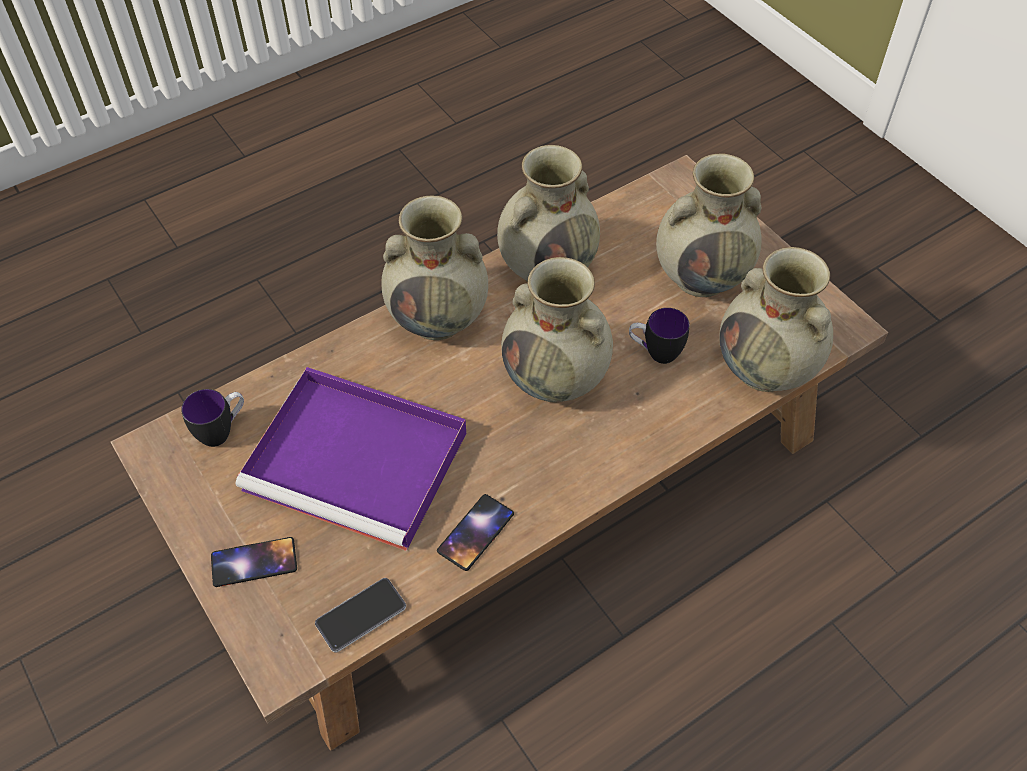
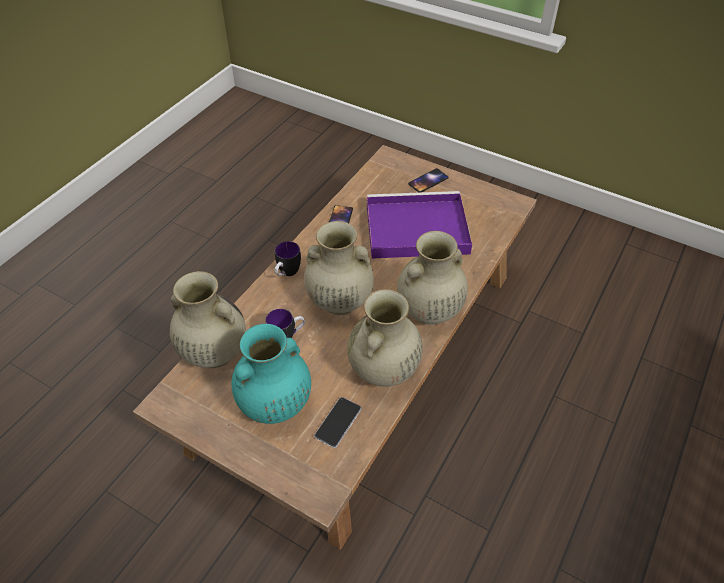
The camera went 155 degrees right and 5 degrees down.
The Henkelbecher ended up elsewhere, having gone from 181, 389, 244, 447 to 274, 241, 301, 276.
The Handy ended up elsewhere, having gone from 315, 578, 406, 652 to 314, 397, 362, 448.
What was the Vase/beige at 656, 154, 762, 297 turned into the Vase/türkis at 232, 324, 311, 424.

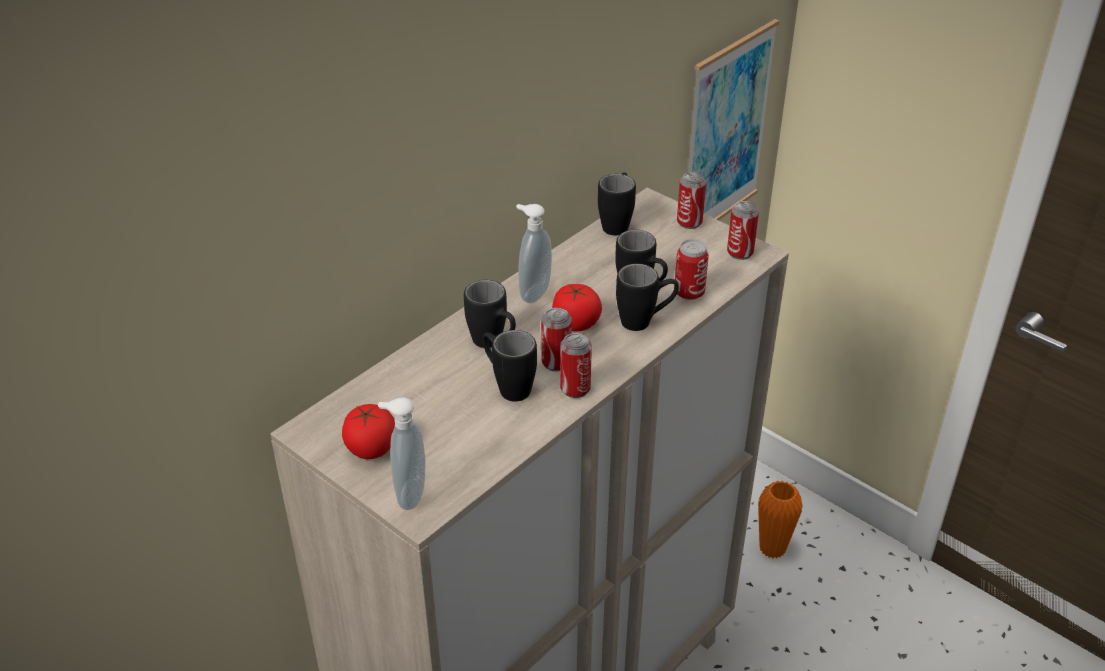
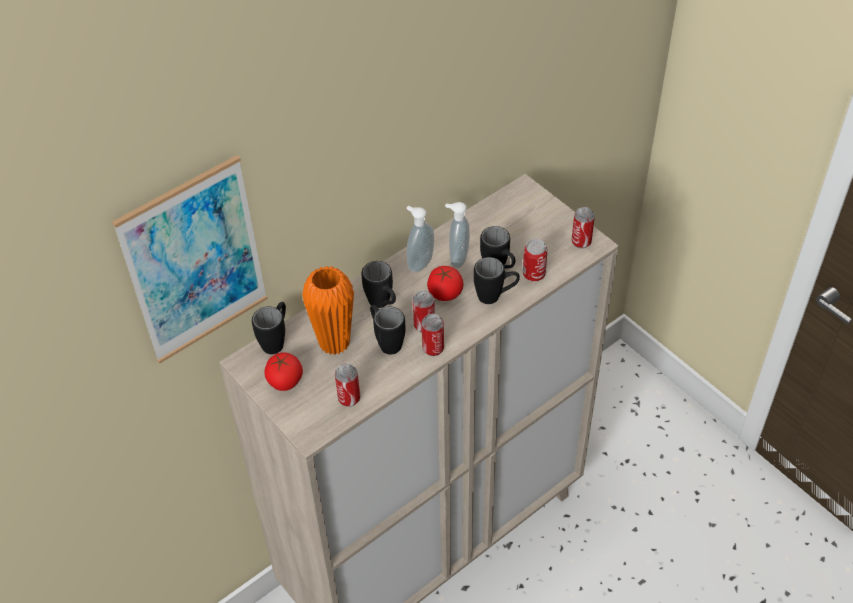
The camera went 10 degrees right and 10 degrees up.
The Seifenspender ended up elsewhere, having gone from 378, 397, 425, 510 to 445, 202, 470, 268.
The Henkelbecher/schwarz ended up elsewhere, having gone from 598, 172, 636, 236 to 252, 302, 286, 354.
The Dose ended up elsewhere, having gone from 677, 172, 706, 229 to 335, 364, 360, 407.
The Bild ended up elsewhere, having gone from 688, 19, 779, 220 to 112, 155, 268, 363.
The Vase/orange ended up elsewhere, having gone from 758, 481, 803, 558 to 302, 266, 354, 355.

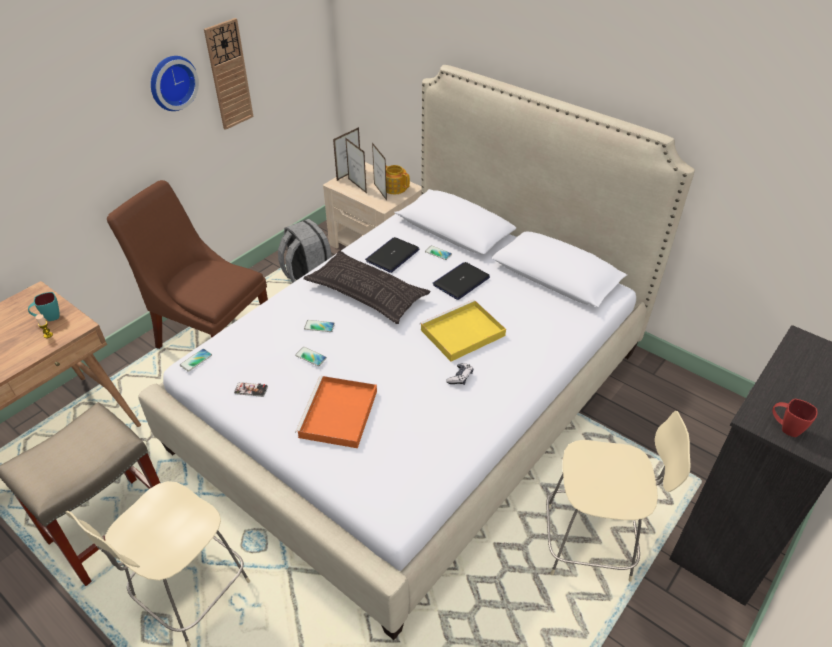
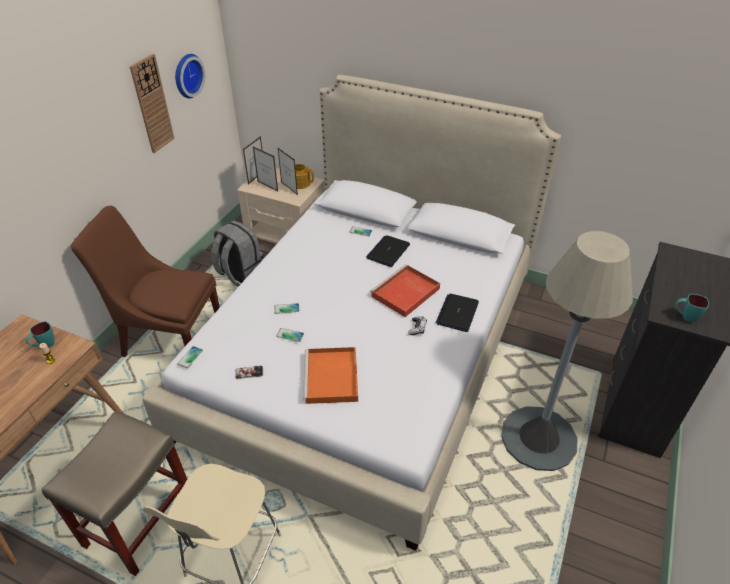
The camera went 15 degrees left and 0 degrees up.
The second view lost the Kissen at 303, 251, 431, 324.
The Wanduhr ended up elsewhere, having gone from 151, 56, 199, 111 to 175, 54, 205, 98.
The Laptop ended up elsewhere, having gone from 365, 237, 420, 273 to 436, 294, 479, 332.
Where the Stuhl/beige stood at 546, 411, 691, 582, the Stehlampe/grau came to stand at 501, 231, 633, 471.
What was the Tablett/gelb at 420, 299, 506, 361 turned into the Tablett/rot at 370, 264, 440, 317.
What was the Henkelbecher/rot at 772, 399, 818, 437 turned into the Henkelbecher/türkis at 675, 294, 709, 322.

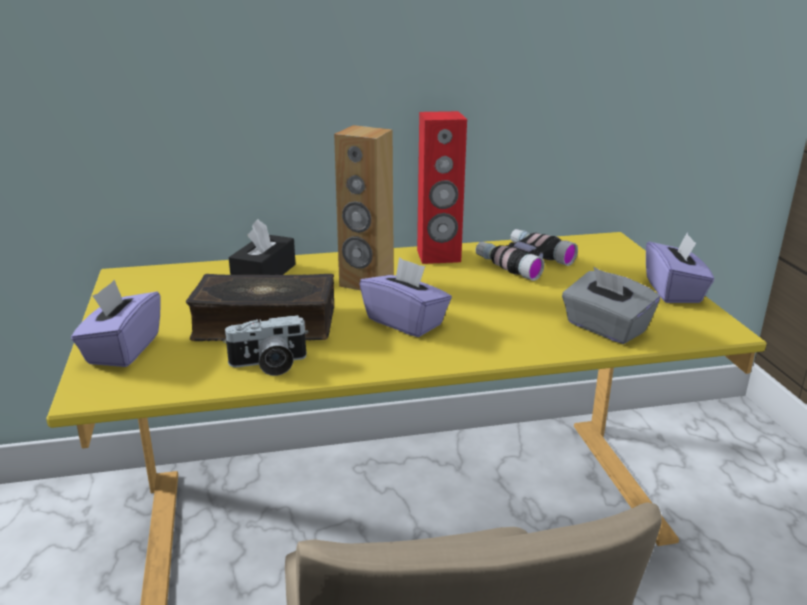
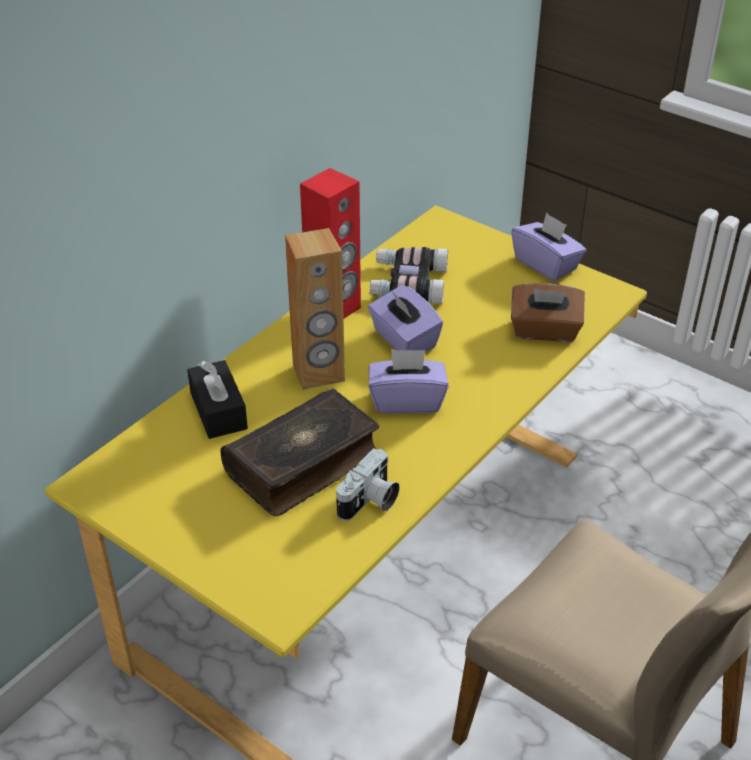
The camera went 40 degrees left and 15 degrees up.
The Taschentuchbox/lila ended up elsewhere, having gone from 71, 280, 161, 367 to 368, 285, 443, 352.
What was the Taschentuchbox/grau at 562, 267, 660, 344 turned into the Taschentuchbox/braun at 511, 283, 585, 342.

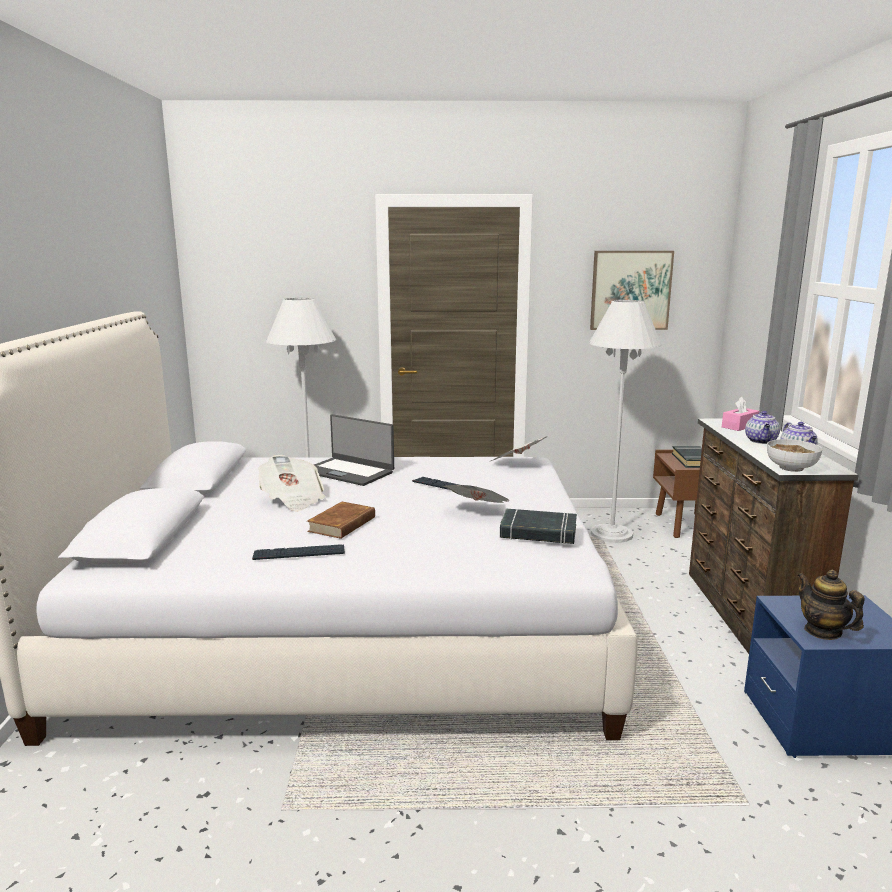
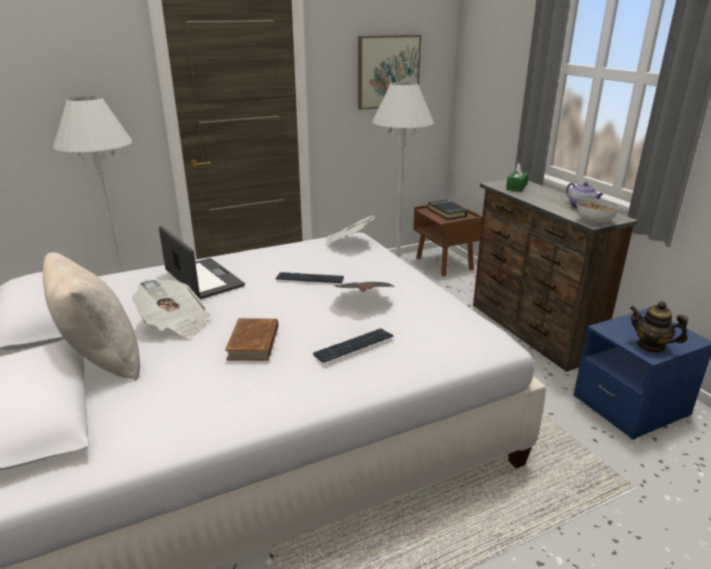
The camera went 25 degrees left and 10 degrees up.
The second view lost the Buch/schwarz at 500, 509, 577, 544.
The second view lost the Teekanne at 745, 411, 780, 444.
The second view gained the Kissen/beige at 43, 252, 140, 381.
The Tastatur ended up elsewhere, having gone from 252, 544, 345, 560 to 313, 328, 394, 363.
What was the Taschentuchbox/rosa at 722, 397, 760, 431 turned into the Taschentuchbox/grün at 506, 163, 529, 192.
The Laptop at 314, 414, 394, 486 ended up facing another way, 135 degrees counterclockwise from before.

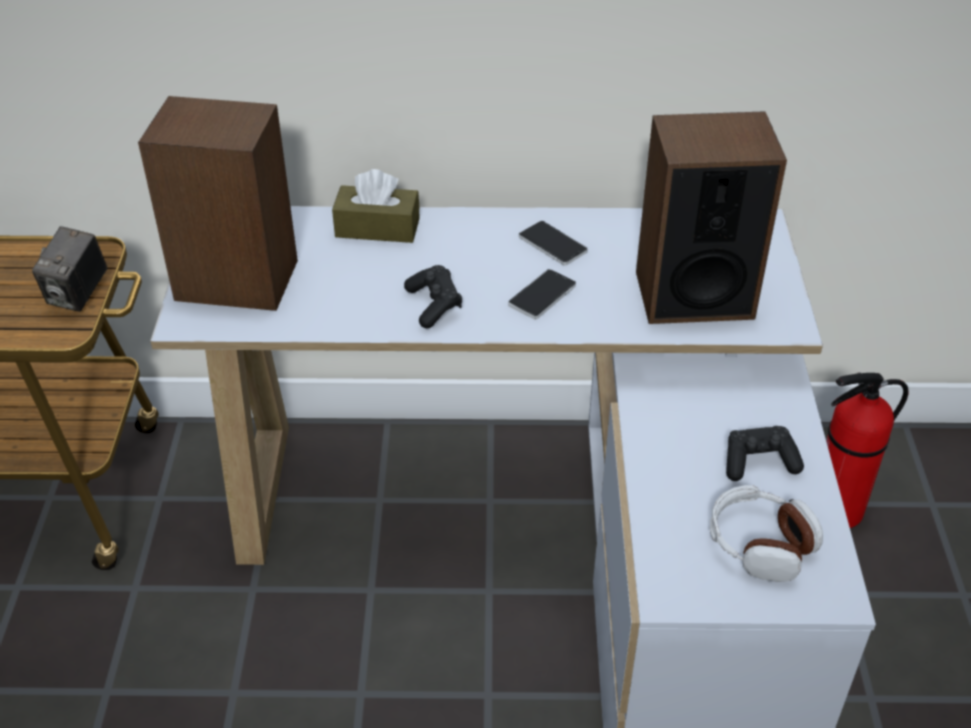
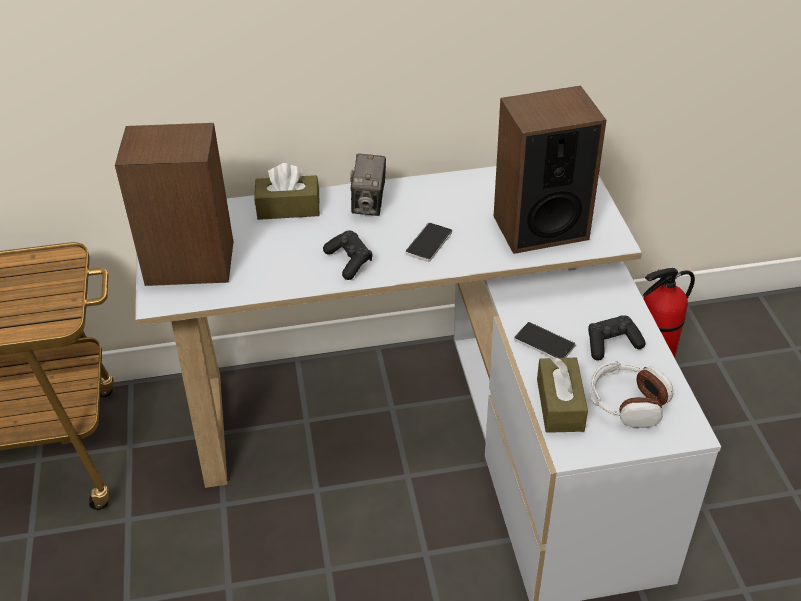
The camera went 10 degrees left and 0 degrees up.
The second view gained the Taschentuchbox/braun at 537, 357, 588, 433.
The Kamera ended up elsewhere, having gone from 32, 226, 107, 312 to 350, 154, 386, 216.
The Handy ended up elsewhere, having gone from 519, 221, 587, 266 to 514, 322, 575, 358.

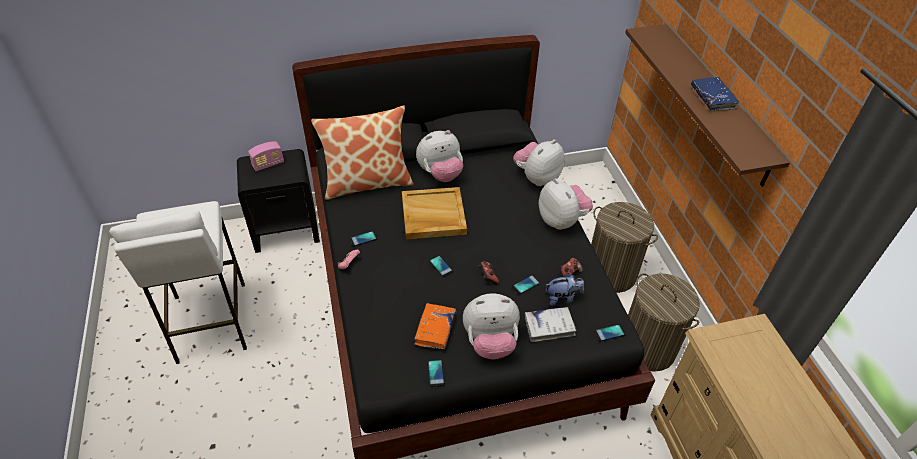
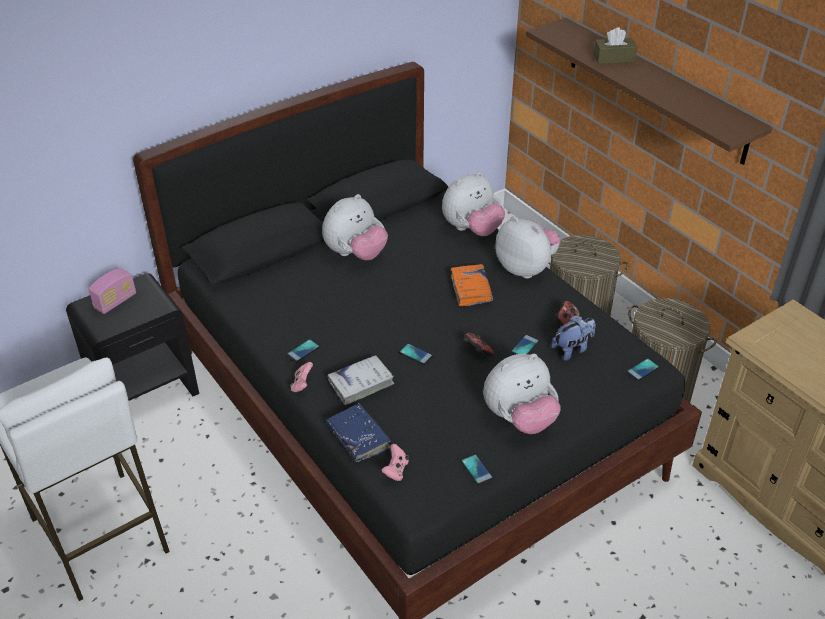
The camera went 20 degrees left and 5 degrees down.
The second view lost the Kissen at 311, 106, 414, 200.
The second view lost the Tablett/beige at 402, 187, 467, 239.
The second view gained the Gamepad/rosa at 381, 444, 409, 481.
The second view gained the Taschentuchbox/braun at 593, 27, 637, 64.
The Buch/orange ended up elsewhere, having gone from 414, 303, 456, 349 to 451, 264, 493, 306.
The Buch/weiß ended up elsewhere, having gone from 525, 307, 577, 342 to 327, 355, 394, 405.
The Buch/blau ended up elsewhere, having gone from 691, 77, 739, 111 to 326, 403, 391, 462.
The Plüschtier at 513, 140, 565, 186 ended up facing another way, 150 degrees counterclockwise from before.

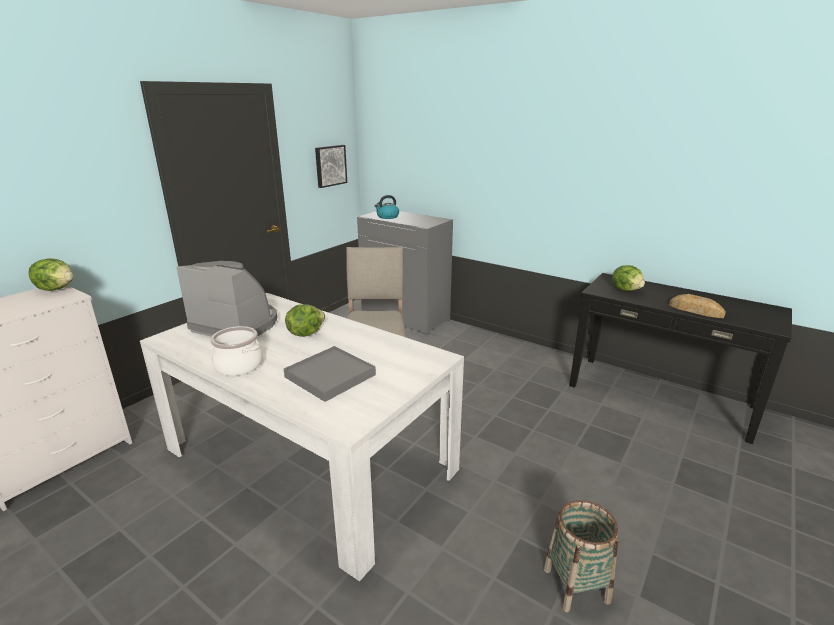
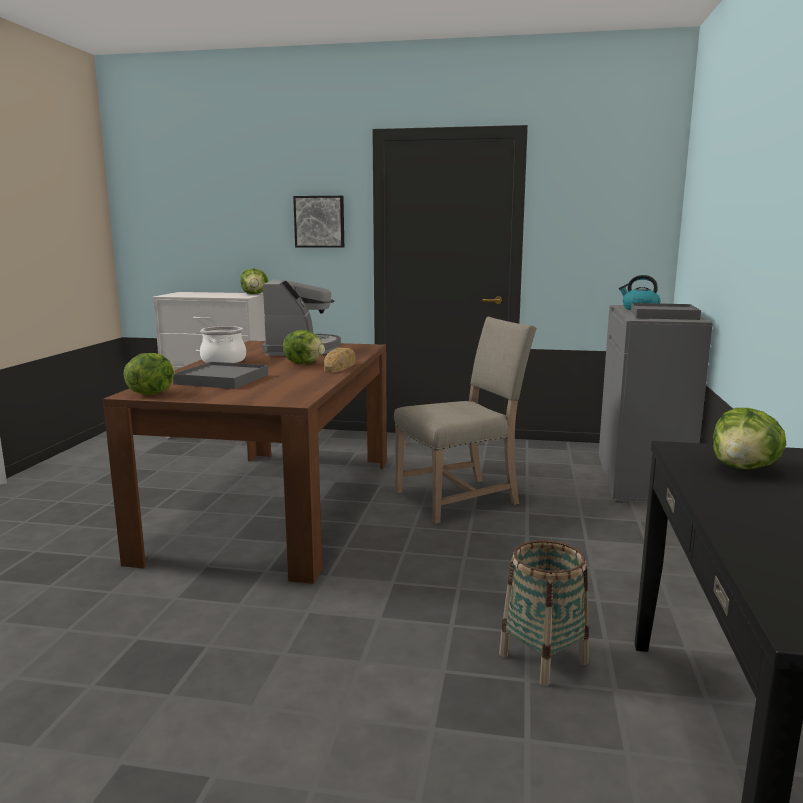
The camera went 65 degrees right and 10 degrees down.
The second view gained the Salatkopf at 124, 353, 175, 395.
The second view gained the Tablett/grau at 631, 303, 701, 320.
The Bild ended up elsewhere, having gone from 315, 145, 347, 188 to 293, 196, 344, 248.
The Korb ended up elsewhere, having gone from 544, 500, 619, 613 to 499, 540, 589, 686.
The Brot ended up elsewhere, having gone from 669, 294, 726, 318 to 324, 348, 355, 373.
What was the Esstisch/weiß at 140, 293, 464, 582 turned into the Esstisch/braun at 103, 341, 387, 584.

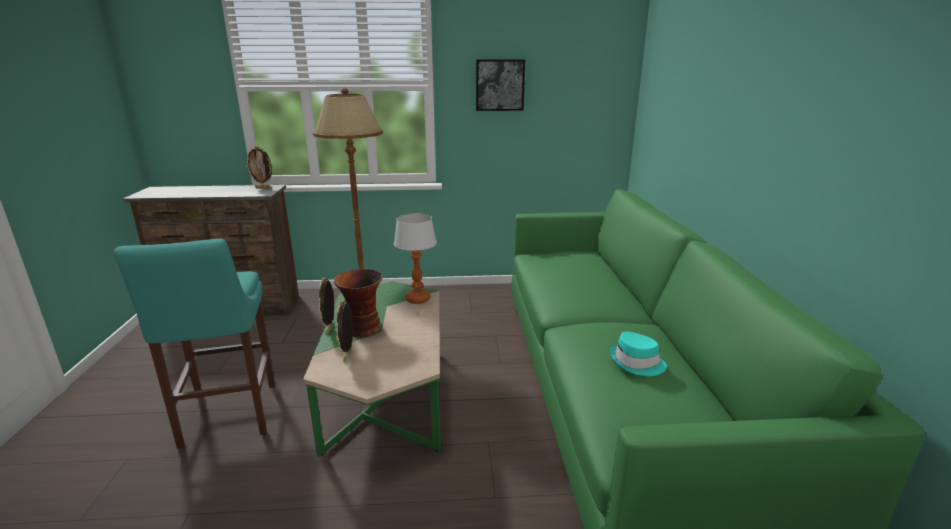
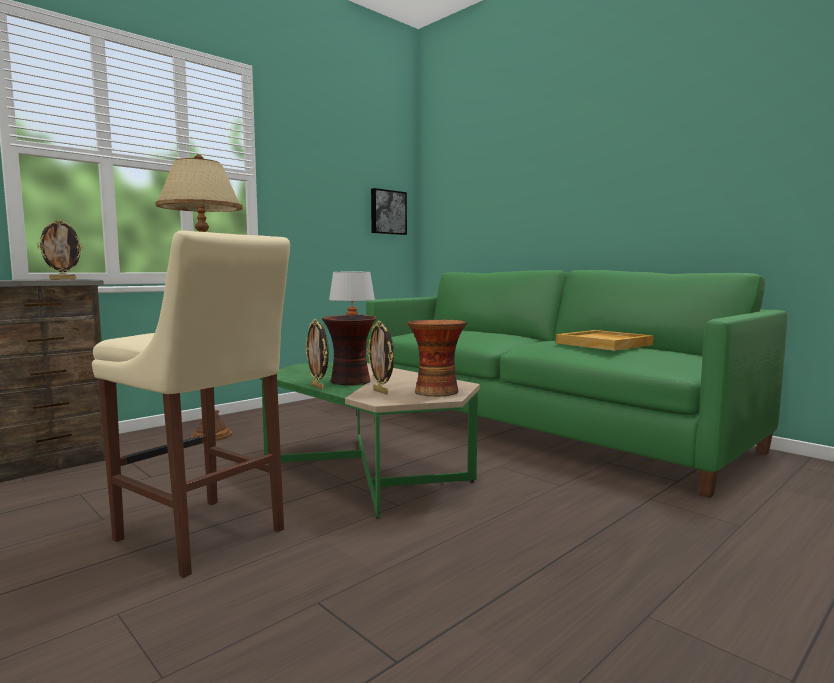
The camera went 40 degrees left and 15 degrees down.
The second view gained the Vase at 407, 320, 467, 397.
The Bild ended up elsewhere, having gone from 476, 60, 525, 111 to 371, 188, 407, 235.
Where the Hut/türkis stood at 610, 331, 667, 376, the Tablett/beige came to stand at 556, 330, 654, 351.
What was the Hocker/türkis at 114, 239, 275, 449 turned into the Hocker/beige at 92, 230, 290, 578.

